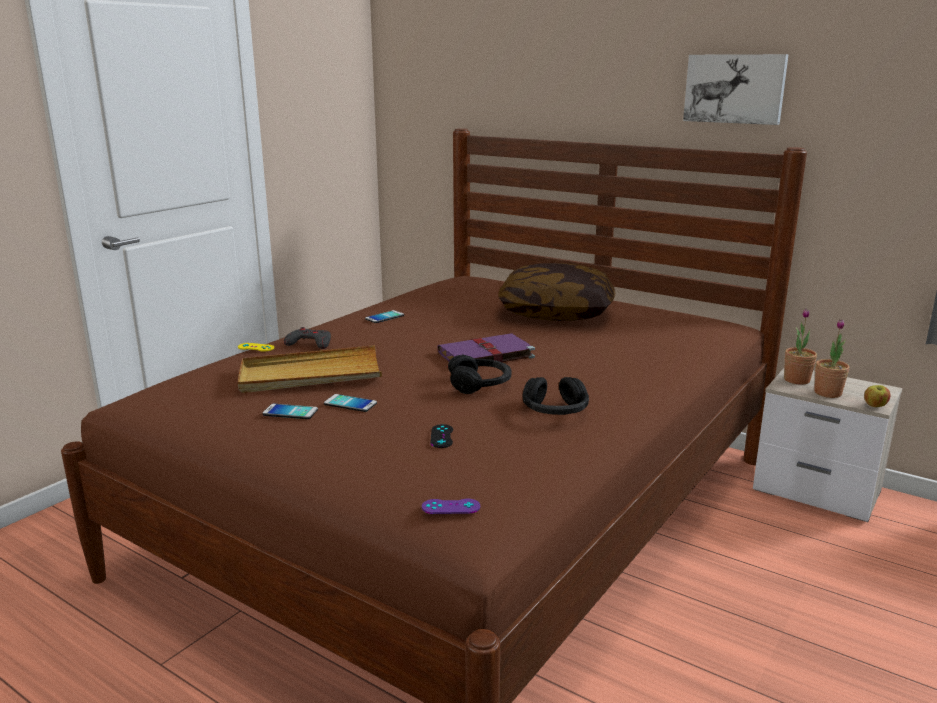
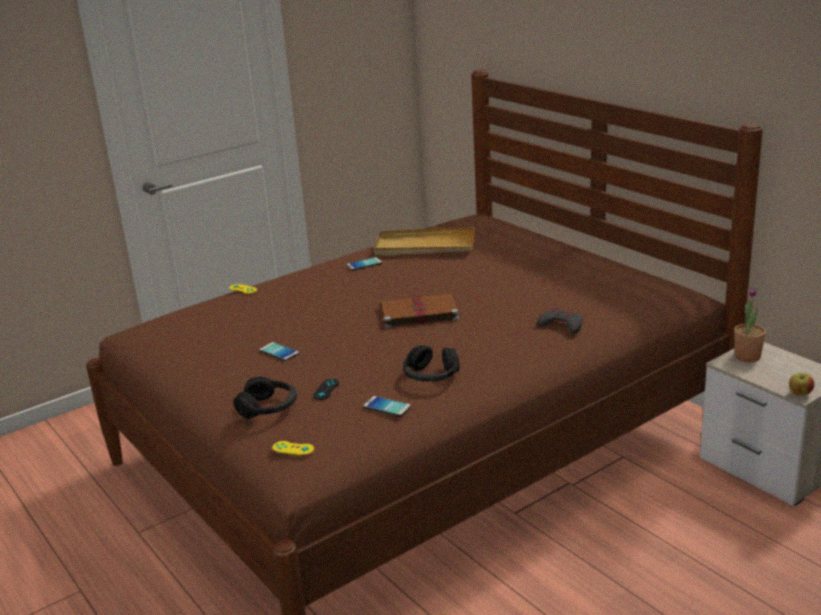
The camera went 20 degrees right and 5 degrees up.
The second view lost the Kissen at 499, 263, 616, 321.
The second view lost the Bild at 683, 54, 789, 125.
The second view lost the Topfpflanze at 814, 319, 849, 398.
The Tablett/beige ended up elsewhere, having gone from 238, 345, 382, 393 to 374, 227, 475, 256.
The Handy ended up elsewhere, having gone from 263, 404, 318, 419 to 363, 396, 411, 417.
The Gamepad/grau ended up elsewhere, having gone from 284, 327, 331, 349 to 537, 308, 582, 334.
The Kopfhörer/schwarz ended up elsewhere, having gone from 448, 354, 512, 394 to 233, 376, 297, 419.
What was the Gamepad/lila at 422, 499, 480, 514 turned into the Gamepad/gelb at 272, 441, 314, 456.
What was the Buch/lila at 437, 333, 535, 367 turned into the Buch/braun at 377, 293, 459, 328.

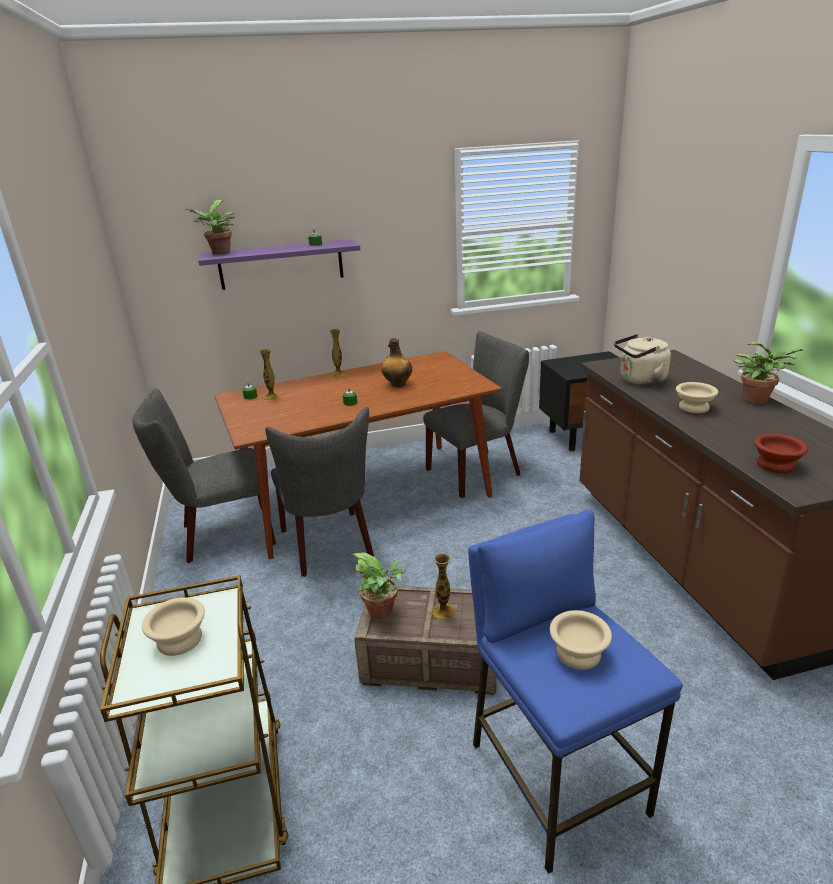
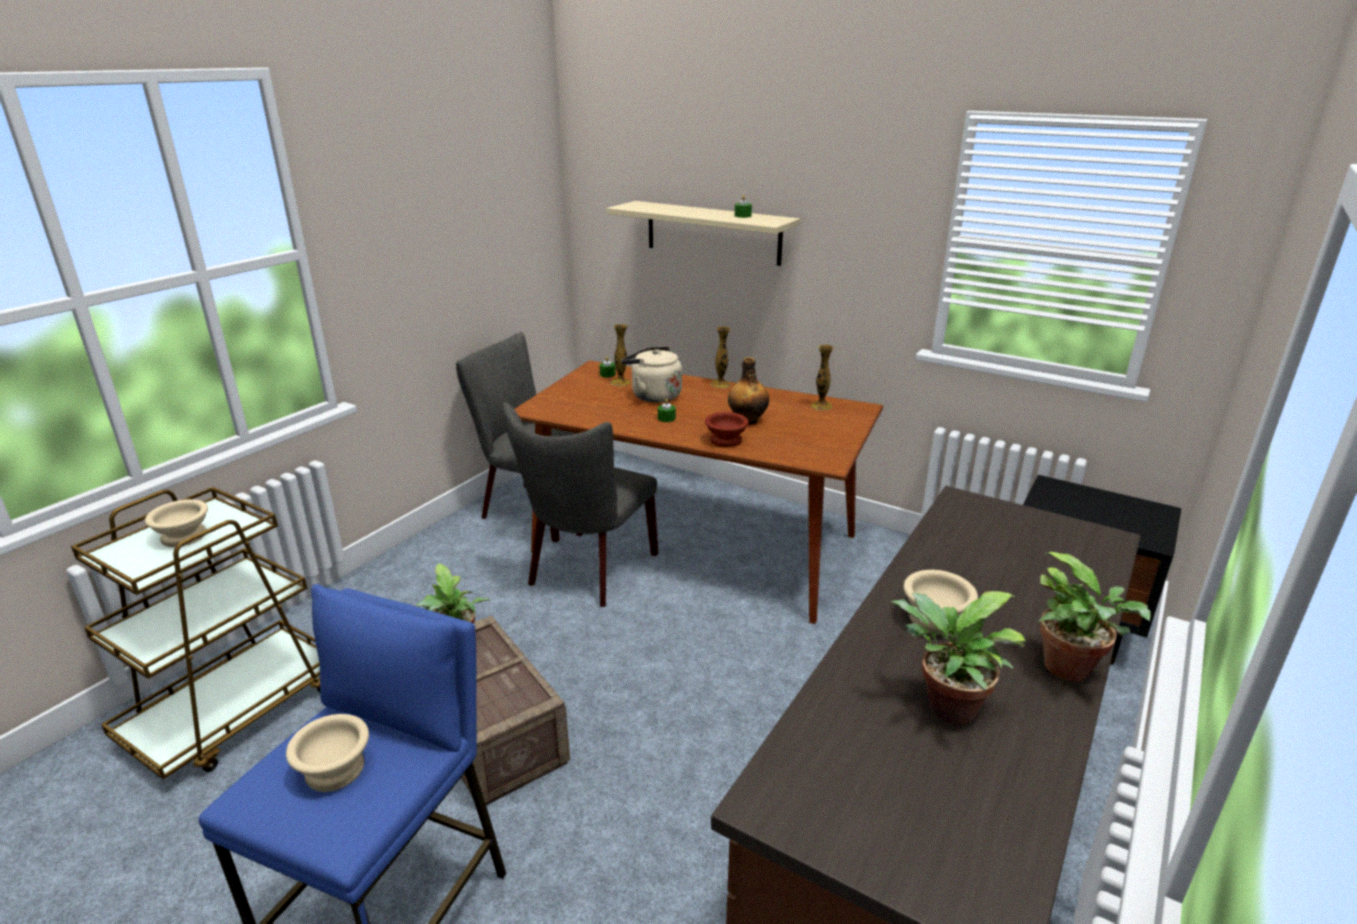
The camera went 45 degrees right and 0 degrees up.
The second view lost the Stuhl/grau at 423, 331, 529, 498.
The Topfpflanze ended up elsewhere, having gone from 185, 200, 235, 254 to 891, 591, 1026, 724.
The Vase ended up elsewhere, having gone from 432, 554, 455, 620 to 811, 345, 834, 410.
The Wasserkessel/beige ended up elsewhere, having gone from 614, 334, 671, 385 to 621, 347, 682, 403.
The Schüssel/braun ended up elsewhere, having gone from 754, 433, 808, 473 to 705, 412, 749, 447.
What was the Wandregal/lila at 198, 239, 360, 290 turned into the Wandregal/beige at 606, 201, 800, 266.

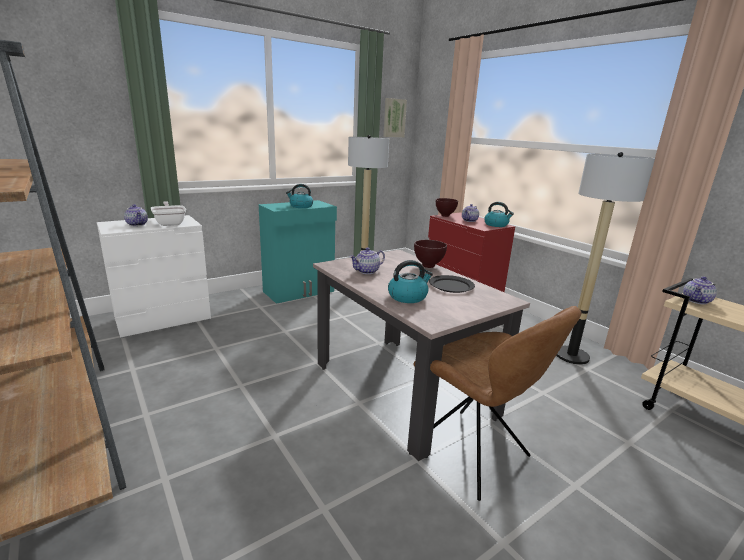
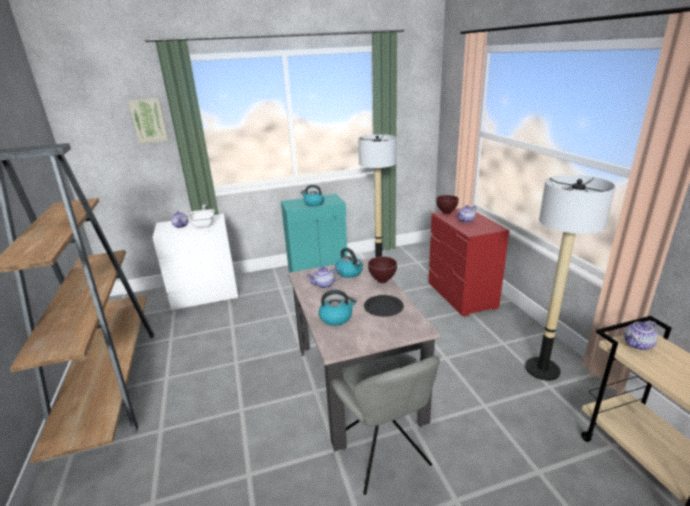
The camera went 20 degrees right and 5 degrees up.
The Bild ended up elsewhere, having gone from 384, 98, 407, 137 to 128, 98, 168, 143.
The Wasserkessel ended up elsewhere, having gone from 484, 202, 514, 227 to 335, 248, 363, 278.
What was the Stuhl/braun at 413, 306, 581, 501 turned into the Stuhl/grau at 331, 353, 440, 495.

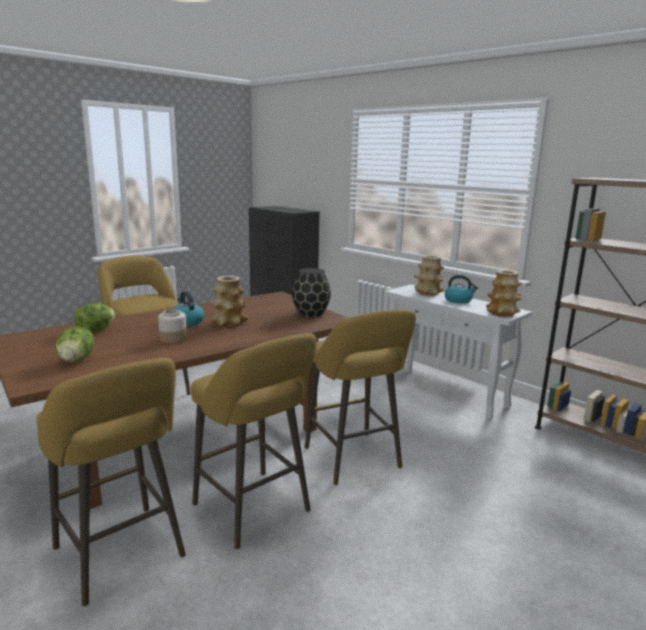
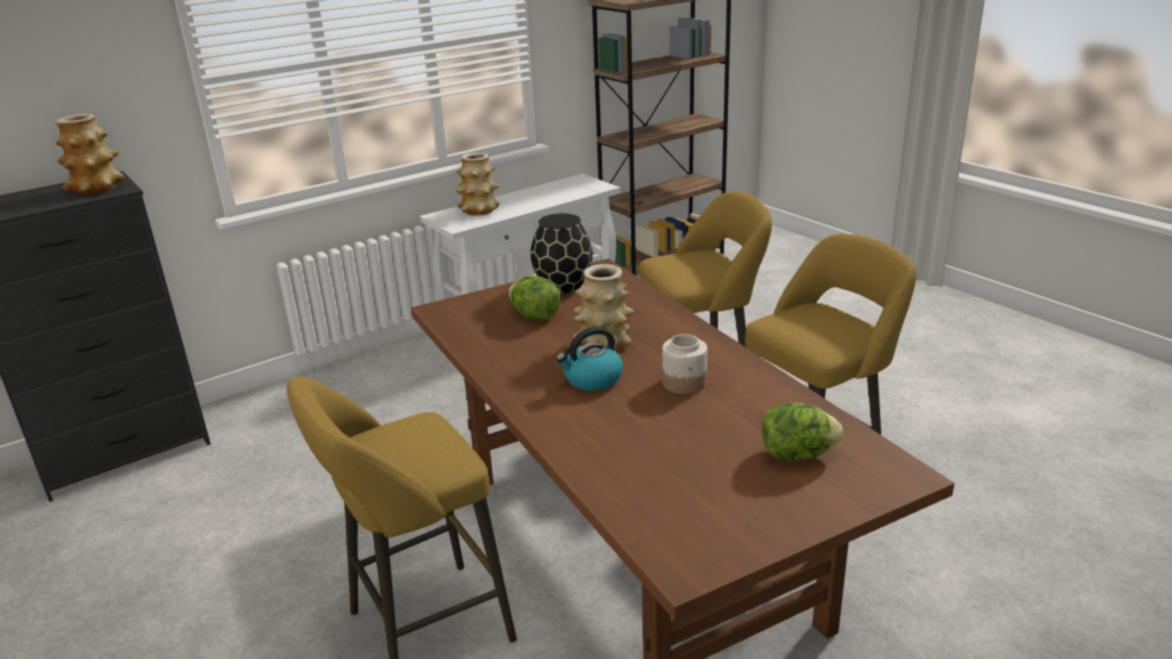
The camera went 80 degrees left and 10 degrees up.
The second view lost the Hocker/gelb at 37, 358, 186, 606.
The second view lost the Wasserkessel at 445, 275, 478, 304.
The Salatkopf ended up elsewhere, having gone from 74, 303, 115, 333 to 509, 275, 561, 320.
The Vase ended up elsewhere, having gone from 486, 270, 522, 317 to 56, 114, 125, 195.

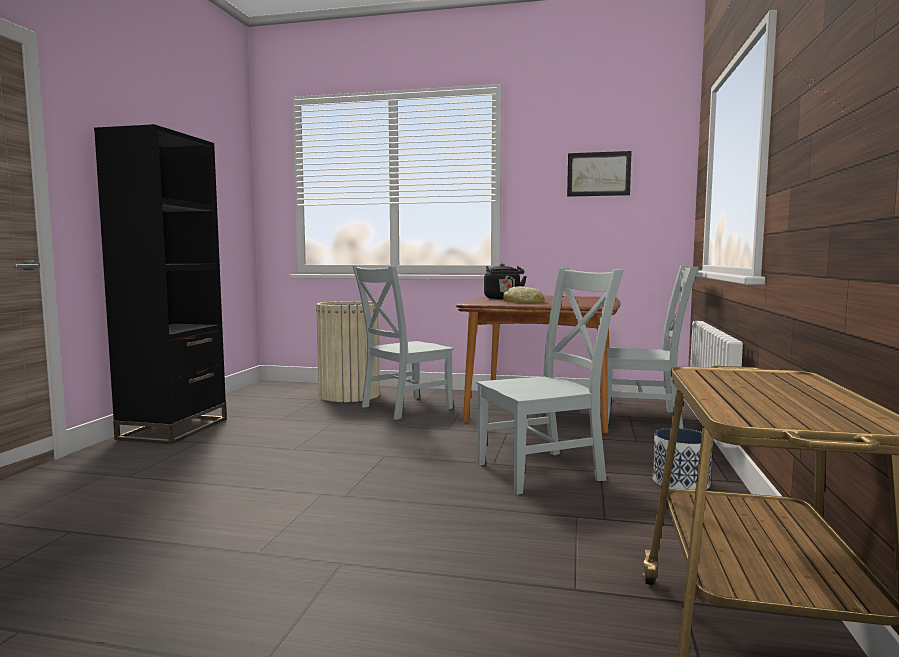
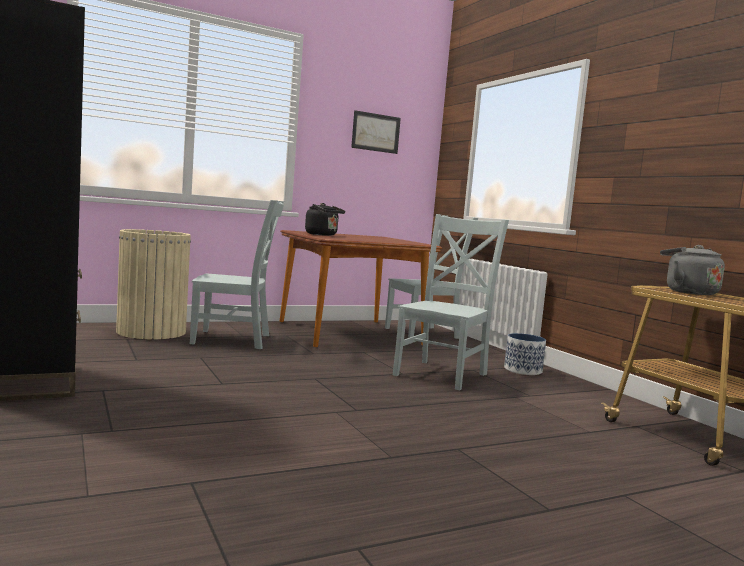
The camera went 40 degrees left and 0 degrees up.
The second view lost the Brot at 503, 286, 544, 303.
The second view gained the Wasserkessel/grau at 660, 245, 725, 295.
The Stuhl/grau at 353, 266, 454, 420 ended up facing another way, 105 degrees counterclockwise from before.

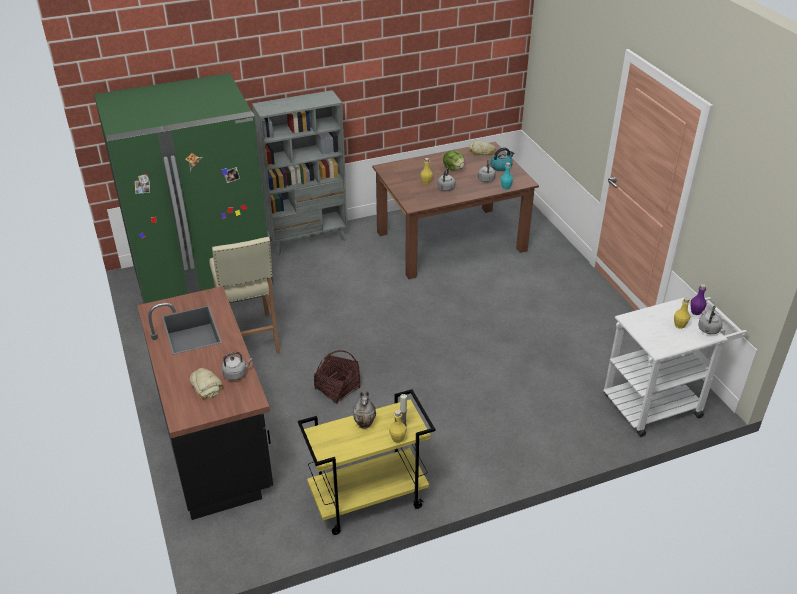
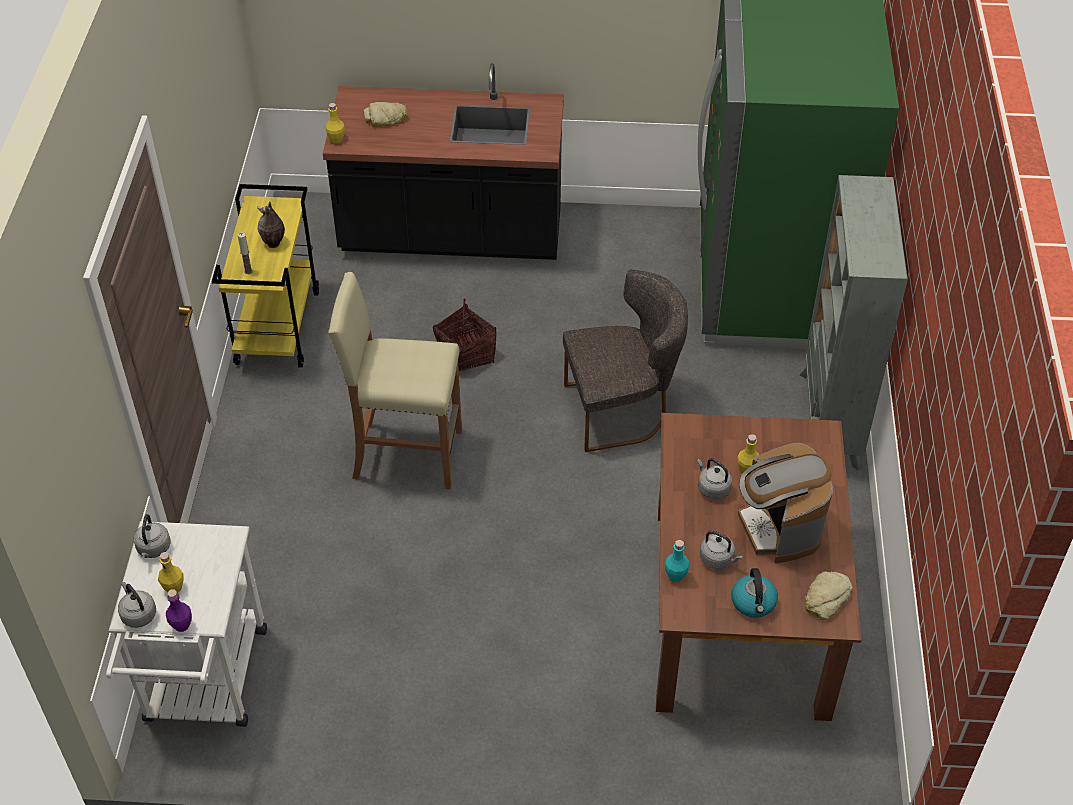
The camera went 115 degrees right and 10 degrees up.
The second view gained the Stuhl/grau at 563, 269, 688, 452.
The Hocker/beige ended up elsewhere, having gone from 209, 237, 280, 354 to 328, 272, 462, 489.
The Wasserkessel/grau ended up elsewhere, having gone from 221, 352, 252, 380 to 134, 514, 170, 558.
The Flasche/gelb ended up elsewhere, having gone from 389, 410, 407, 443 to 325, 103, 345, 143.
Where the Salatkopf stood at 443, 150, 464, 171, the Kaffeemaschine came to stand at 738, 443, 833, 563.

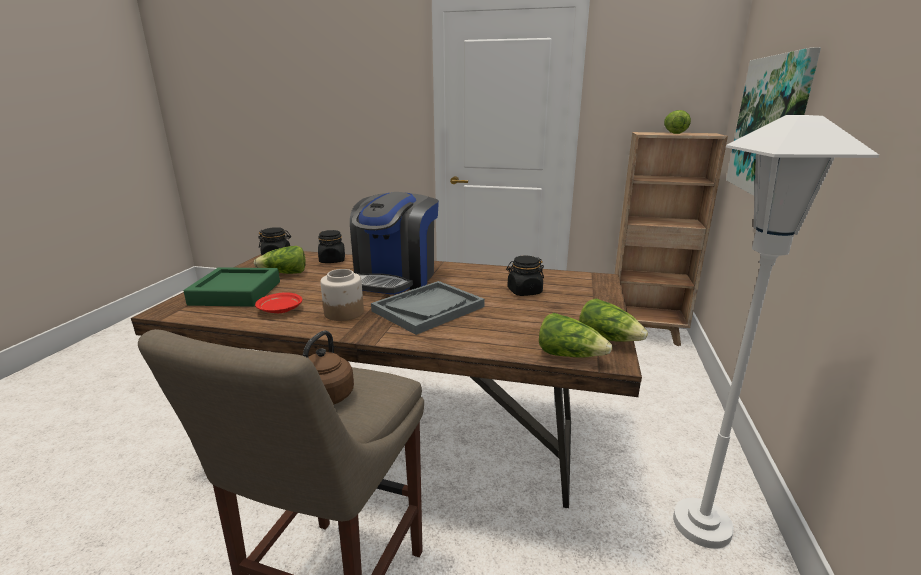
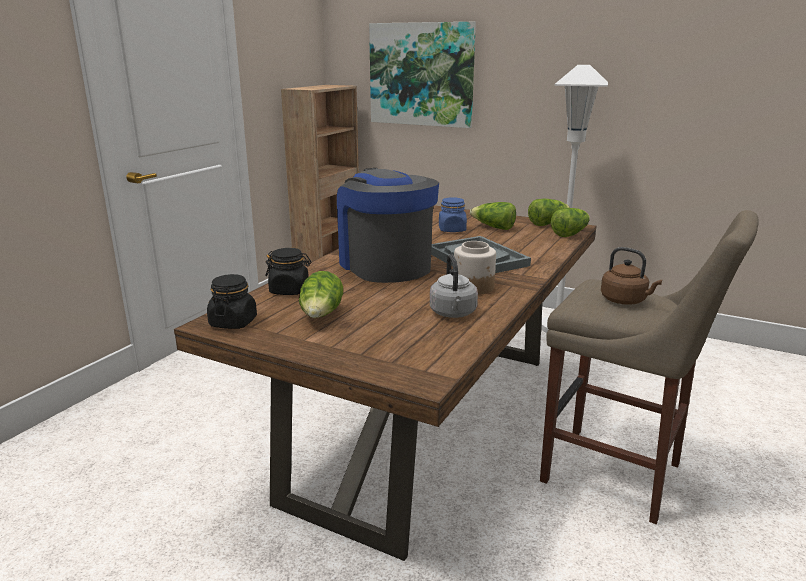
The camera went 75 degrees left and 0 degrees up.
The second view lost the Tablett/grün at 184, 267, 280, 307.
The Salatkopf ended up elsewhere, having gone from 664, 110, 691, 134 to 470, 202, 516, 230.
Where the Teller/rot stood at 255, 292, 302, 313, the Wasserkessel/grau came to stand at 430, 254, 478, 318.
What was the Vorratsglas/schwarz at 506, 256, 544, 296 turned into the Vorratsglas/blau at 439, 197, 467, 232.
The Kaffeemaschine at 350, 192, 439, 295 ended up facing another way, 150 degrees counterclockwise from before.

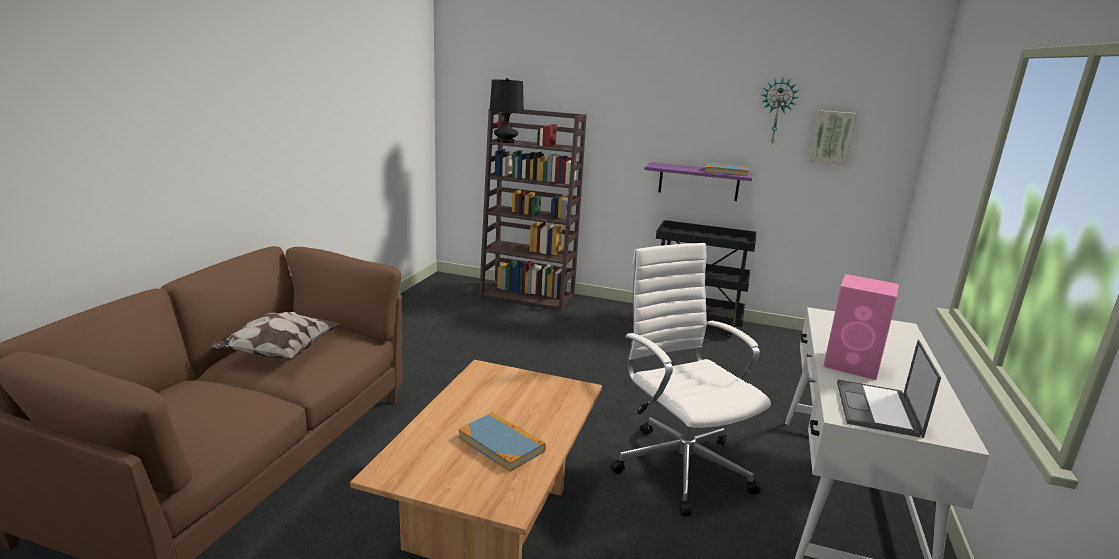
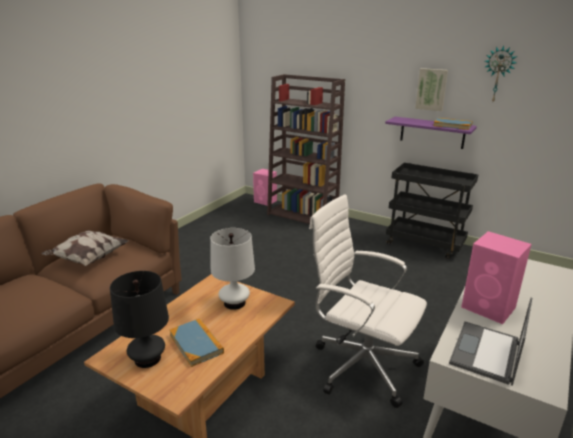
The camera went 15 degrees right and 5 degrees up.
The second view gained the Tischlampe/weiß at 210, 228, 255, 310.
The second view gained the Lautsprecher/rosa at 253, 169, 277, 205.
The Tischlampe/schwarz ended up elsewhere, having gone from 490, 78, 524, 143 to 110, 271, 169, 368.
The Bild ended up elsewhere, having gone from 810, 110, 857, 166 to 415, 68, 448, 111.
The Bürostuhl/weiß at 610, 243, 771, 517 ended up facing another way, 45 degrees counterclockwise from before.

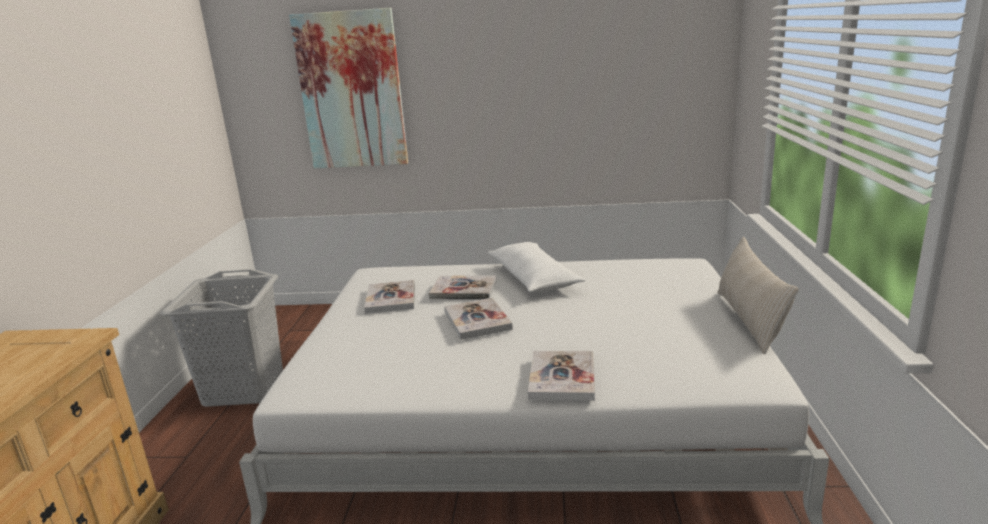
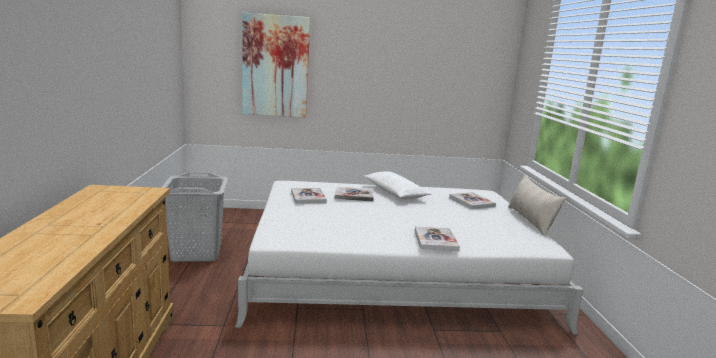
The camera went 10 degrees left and 5 degrees down.
The Buch ended up elsewhere, having gone from 444, 298, 513, 340 to 449, 192, 496, 209.

